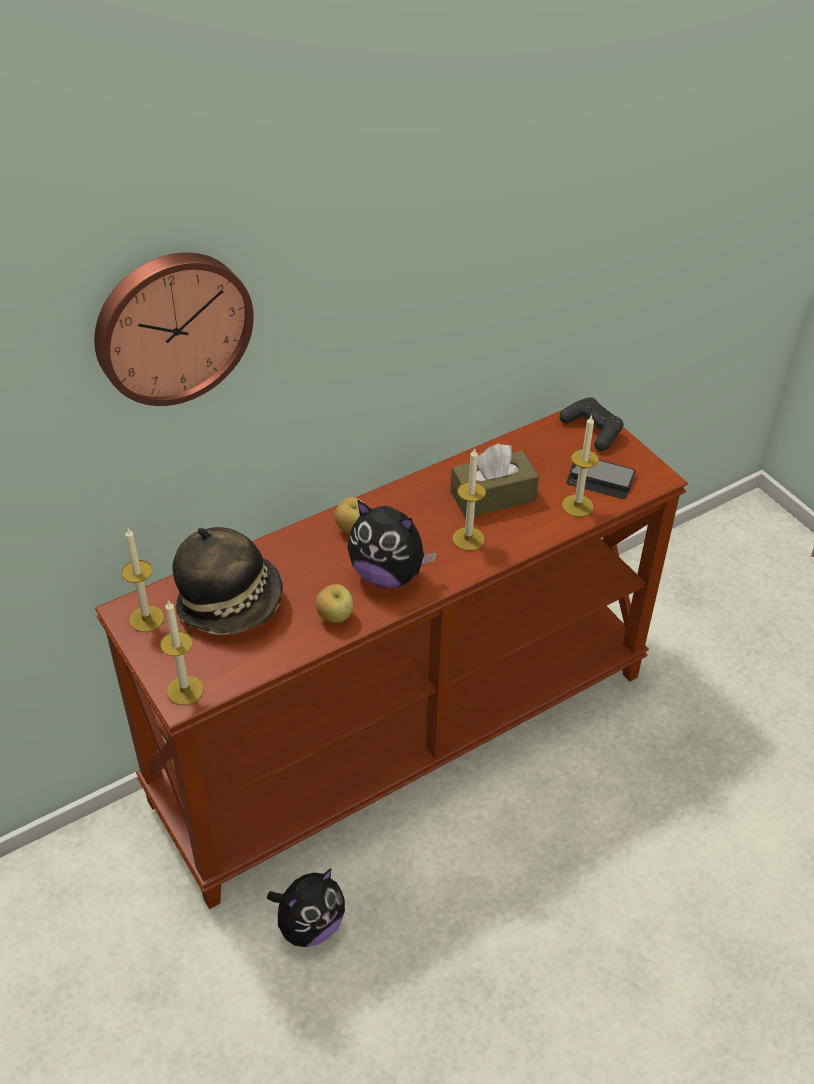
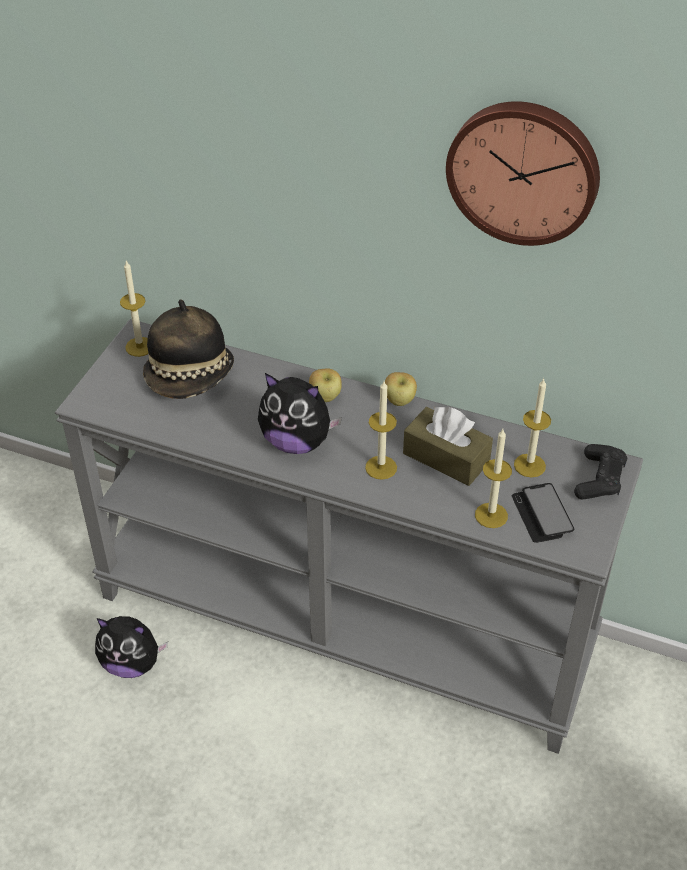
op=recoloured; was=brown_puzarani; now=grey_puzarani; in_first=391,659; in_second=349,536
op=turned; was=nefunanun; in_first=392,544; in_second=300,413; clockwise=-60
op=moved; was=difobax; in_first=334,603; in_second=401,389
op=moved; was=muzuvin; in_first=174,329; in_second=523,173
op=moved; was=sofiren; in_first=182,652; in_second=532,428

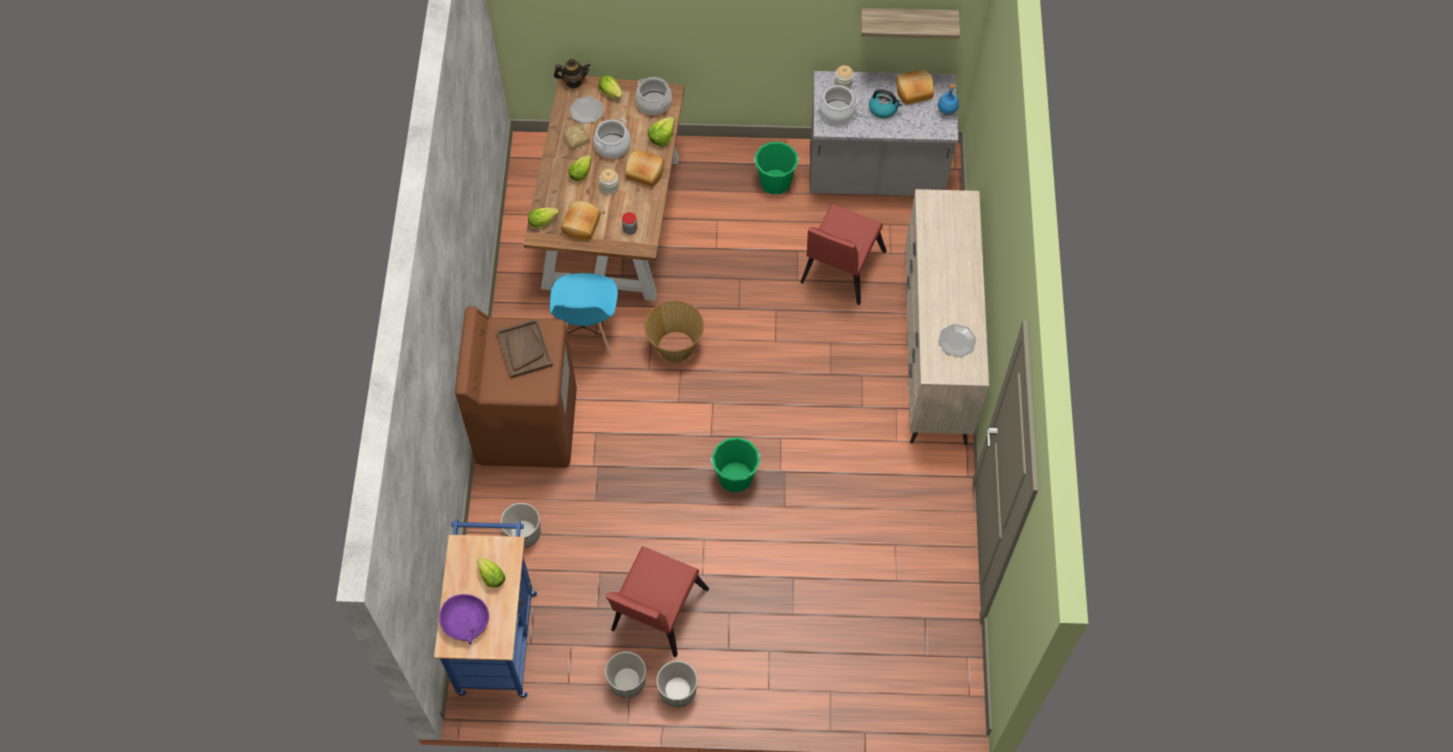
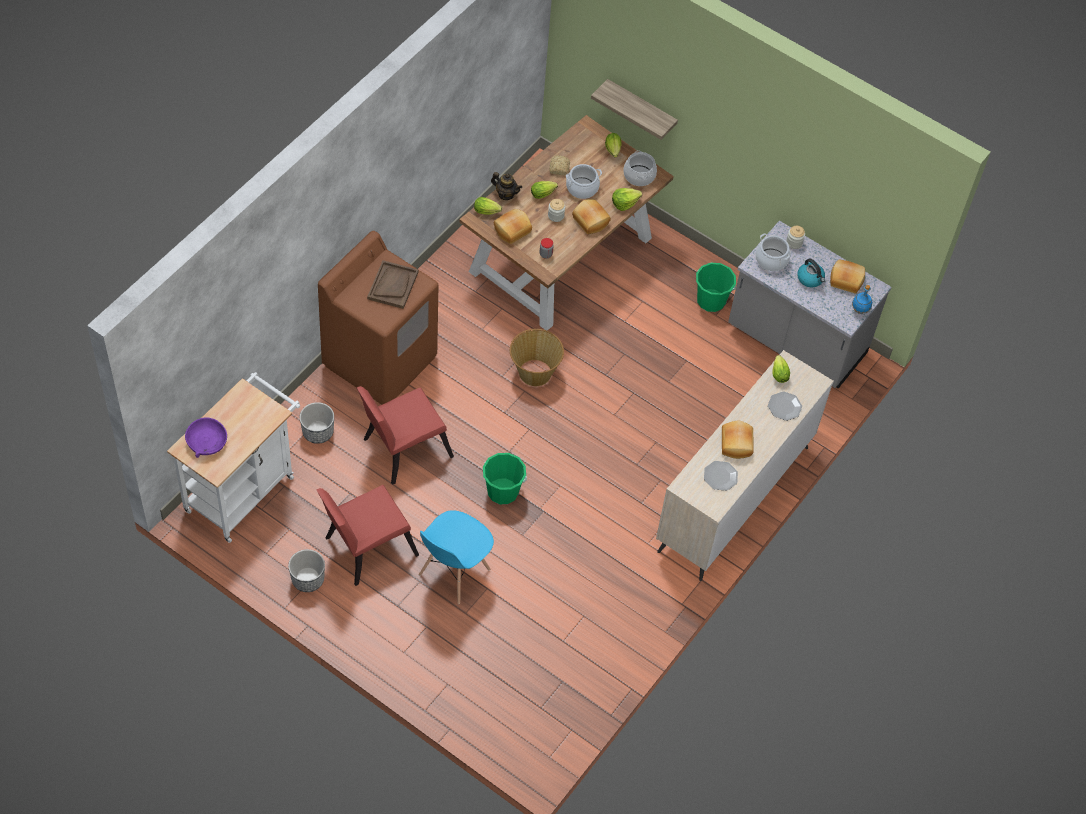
op=recoloured; was=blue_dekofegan; now=white_dekofegan; in_first=485,609; in_second=233,457
op=moved; was=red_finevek; in_first=843,254; in_second=405,435
op=moved; was=blue_finevek; in_first=584,315; in_second=456,557
op=moved; was=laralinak; in_first=572,73; in_second=506,186
op=moved; was=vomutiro; in_first=910,23; in_second=634,109
op=added; now=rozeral; in_second=738,440
op=moved; was=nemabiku; in_first=587,110; in_second=785,406
op=moved; was=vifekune; in_first=491,572; in_second=781,369
op=removed; was=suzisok; in_first=677,684

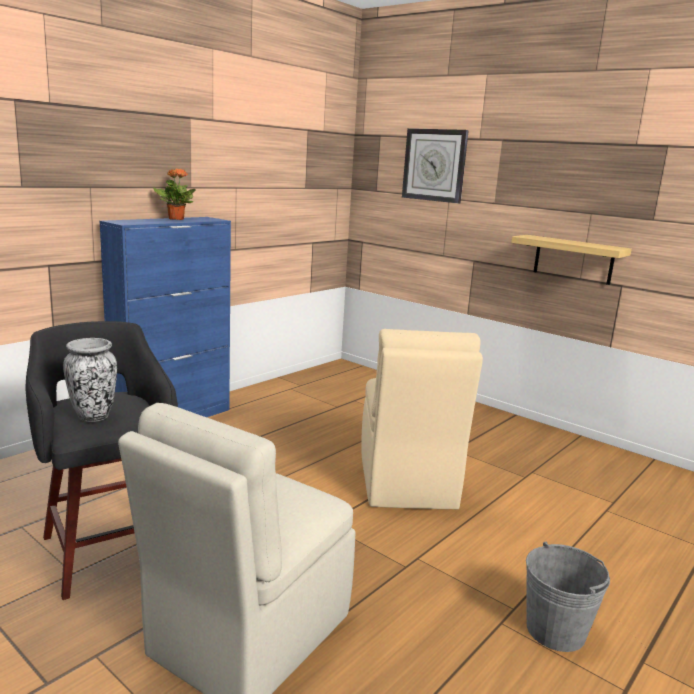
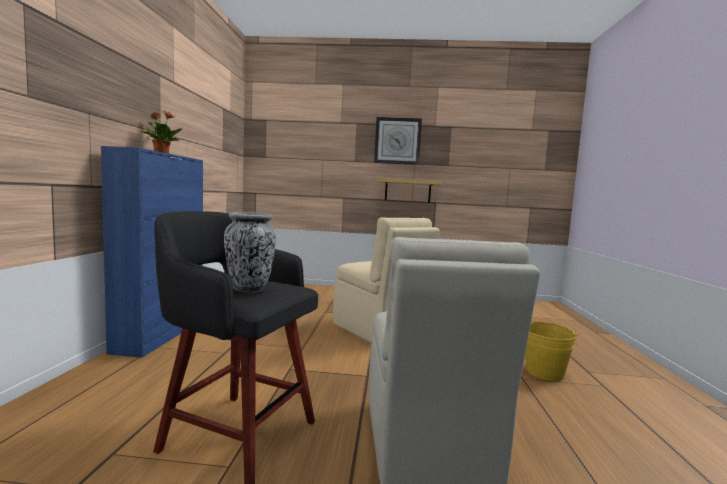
op=moved; was=muzuvin; in_first=435,166; in_second=398,141
op=recoloured; was=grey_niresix; now=yellow_niresix; in_first=568,597; in_second=551,351

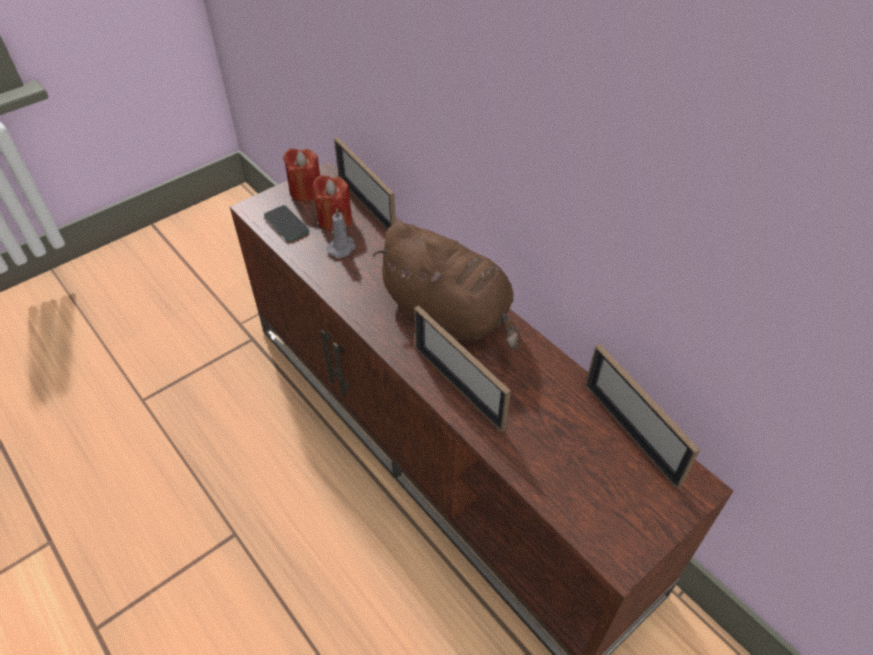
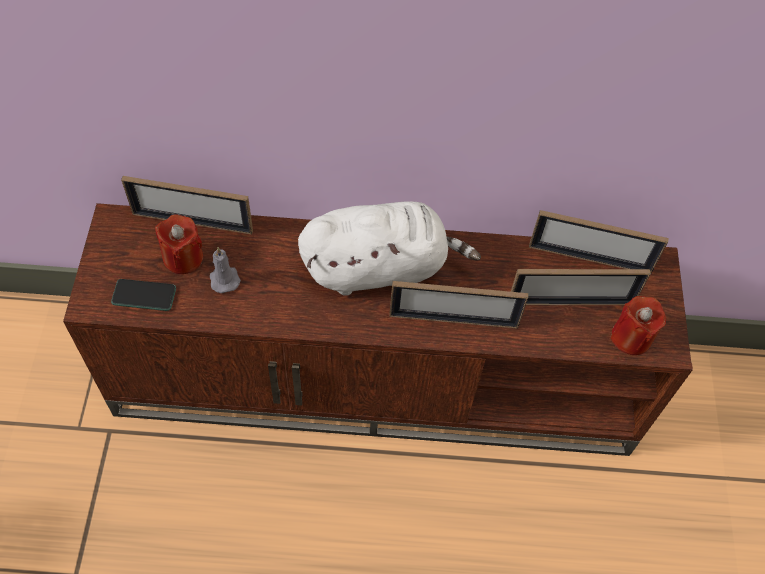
op=recoloured; was=brown_nefunanun; now=white_nefunanun; in_first=445,286; in_second=389,248
op=added; now=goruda; in_second=581,287
op=moved; was=red_sofiren; in_first=301,175; in_second=638,325

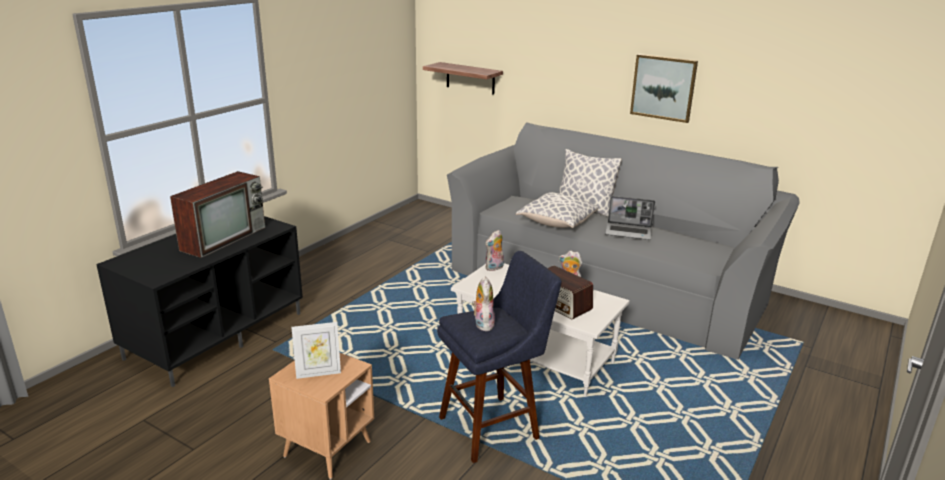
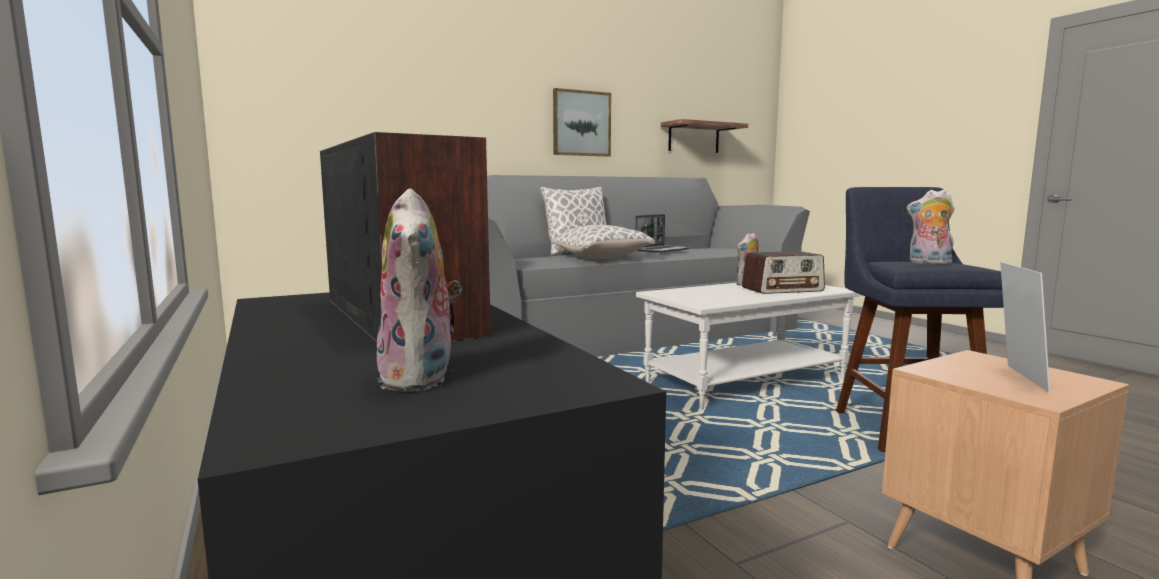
op=moved; was=nefunanun; in_first=494,250; in_second=419,290
op=moved; was=vomutiro; in_first=463,78; in_second=704,136

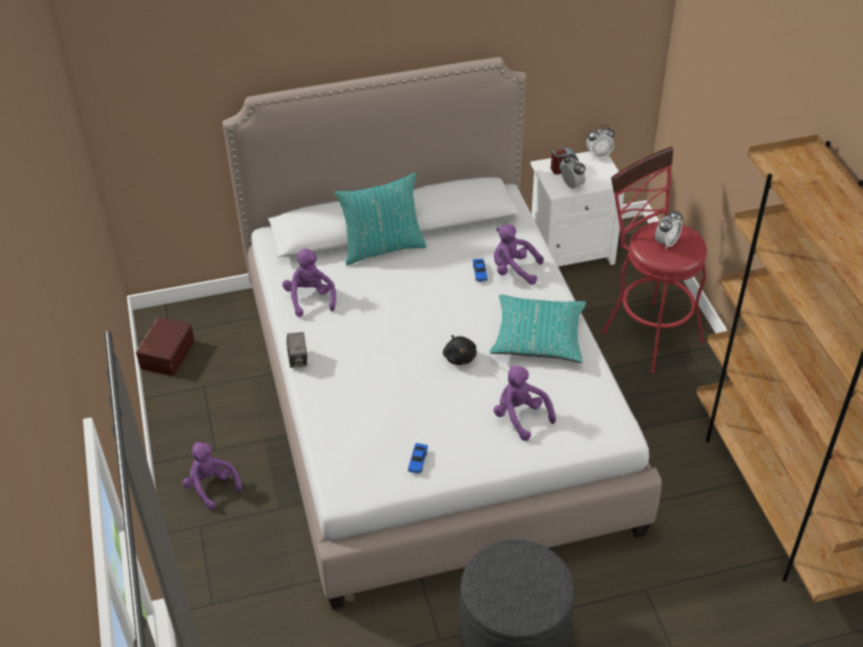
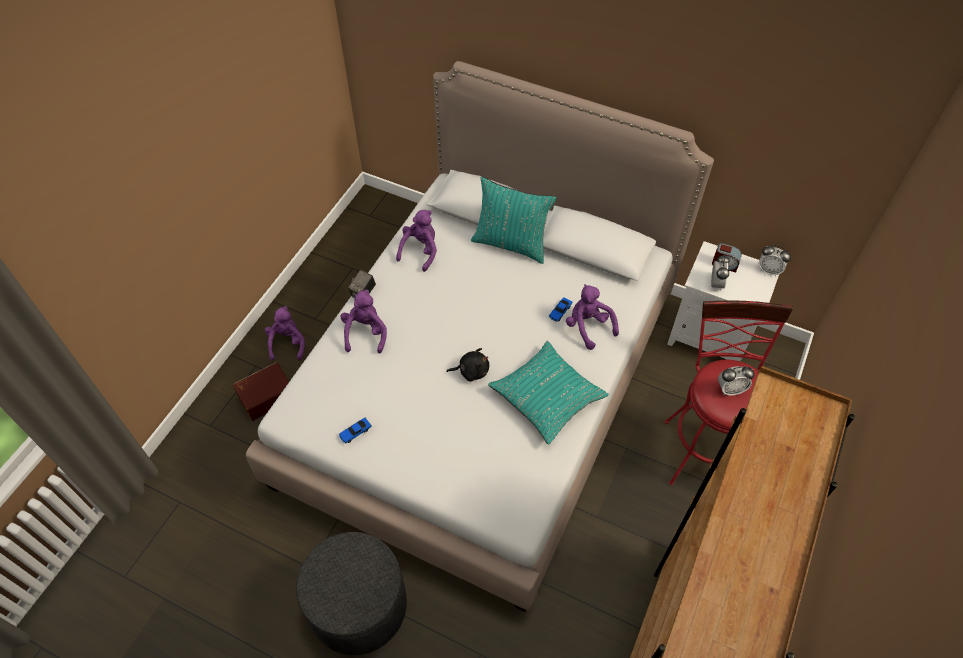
op=moved; was=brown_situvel; in_first=165,346; in_second=261,391
op=moved; was=purple_nefunanun; in_first=525,403; in_second=363,321
op=turned; was=black_nefunanun; in_first=460,350; in_second=468,365; clockwise=-120

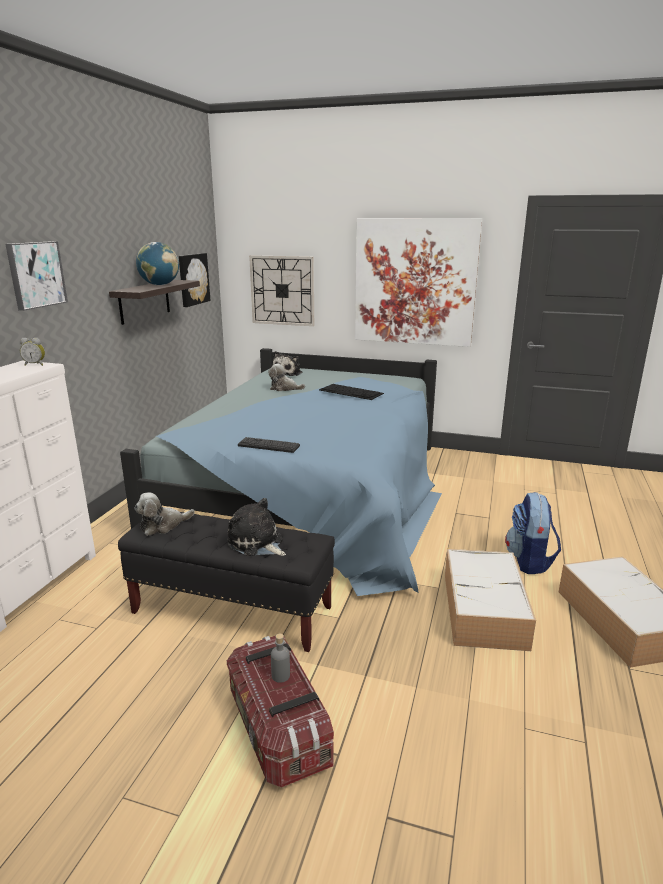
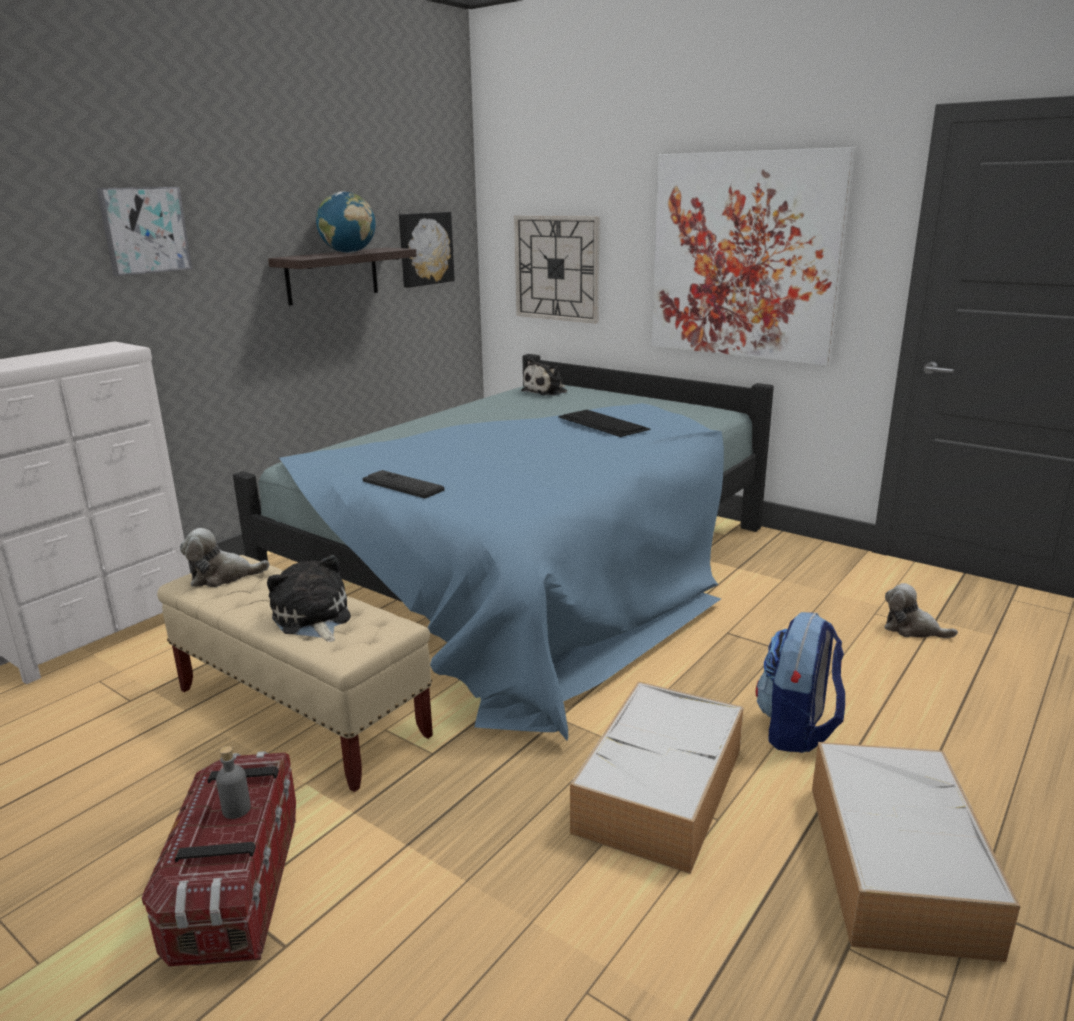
op=recoloured; was=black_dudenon; now=beige_dudenon; in_first=226,582; in_second=295,673
op=moved; was=nefunanun; in_first=286,377; in_second=921,610
op=removed; was=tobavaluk; in_first=32,352

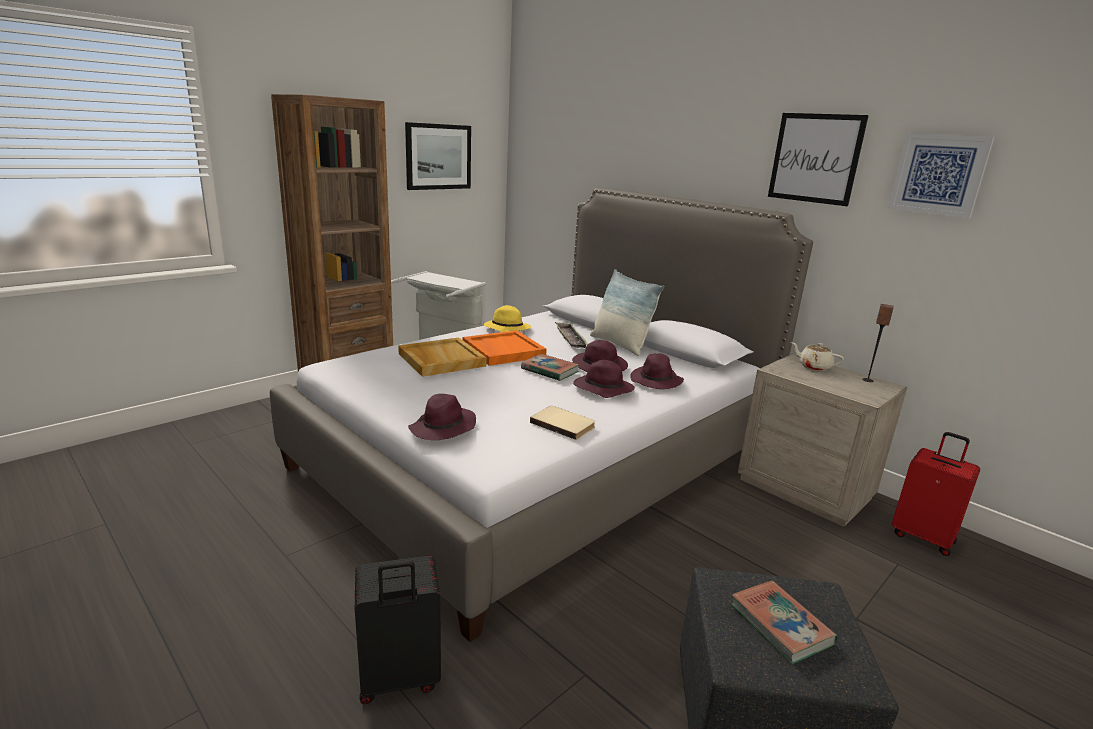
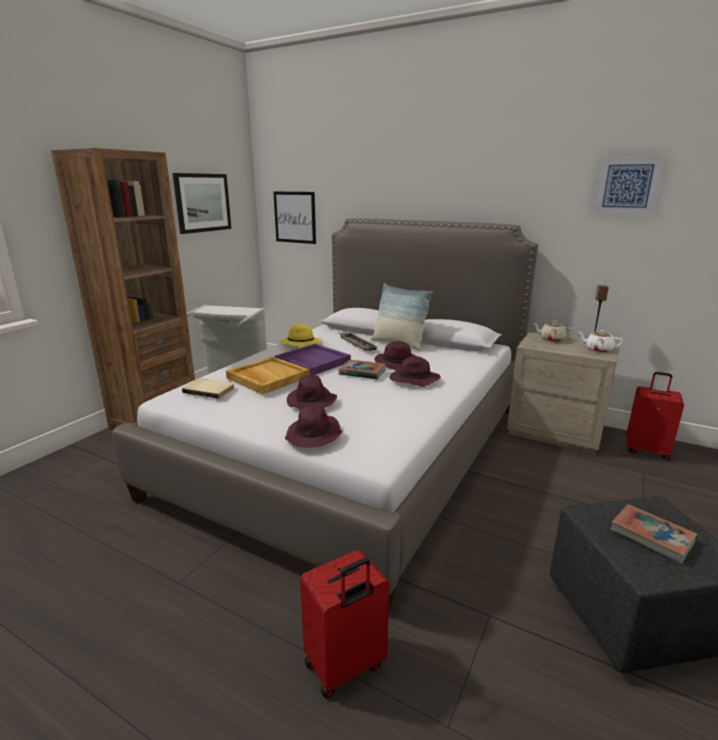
op=moved; was=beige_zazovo; in_first=562,423; in_second=208,388
op=moved; was=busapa; in_first=818,159; in_second=295,217
op=recoloured; was=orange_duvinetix; now=purple_duvinetix; in_first=505,348; in_second=313,359
op=moved; was=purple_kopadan; in_first=657,371; in_second=312,392
op=recoloured; was=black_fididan; now=red_fididan; in_first=398,630; in_second=344,624
op=added; now=white_laralinak; in_second=600,341

